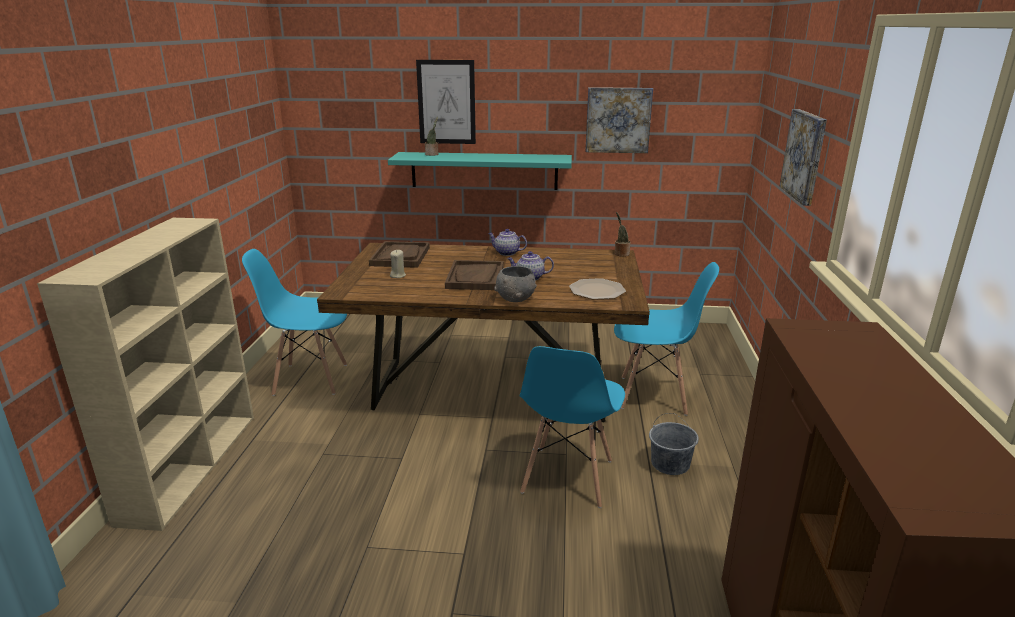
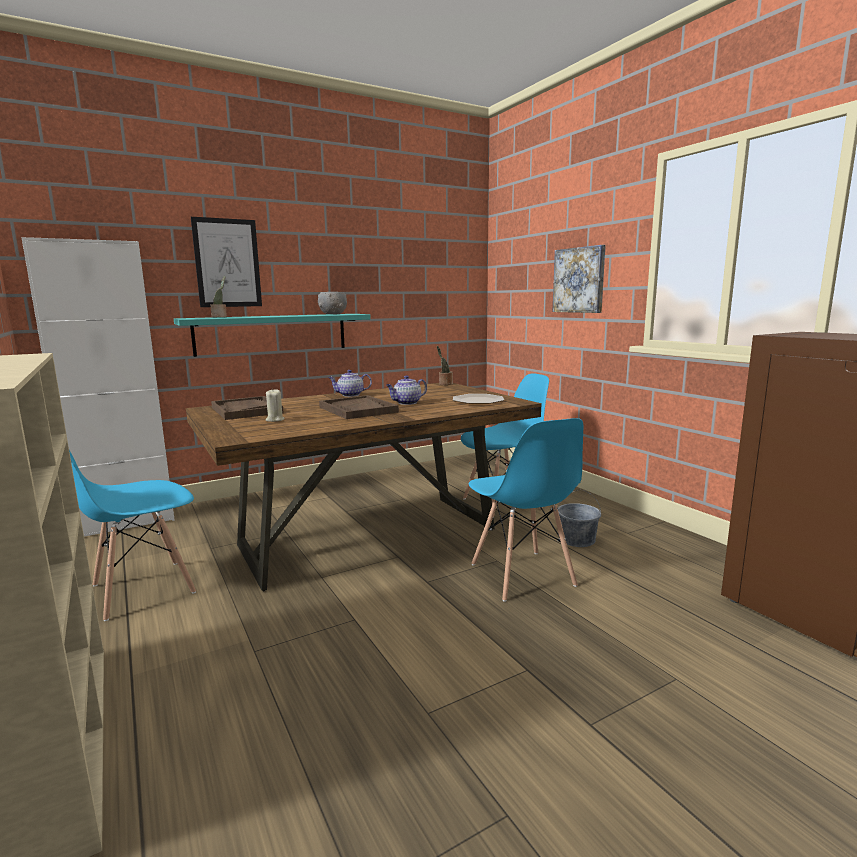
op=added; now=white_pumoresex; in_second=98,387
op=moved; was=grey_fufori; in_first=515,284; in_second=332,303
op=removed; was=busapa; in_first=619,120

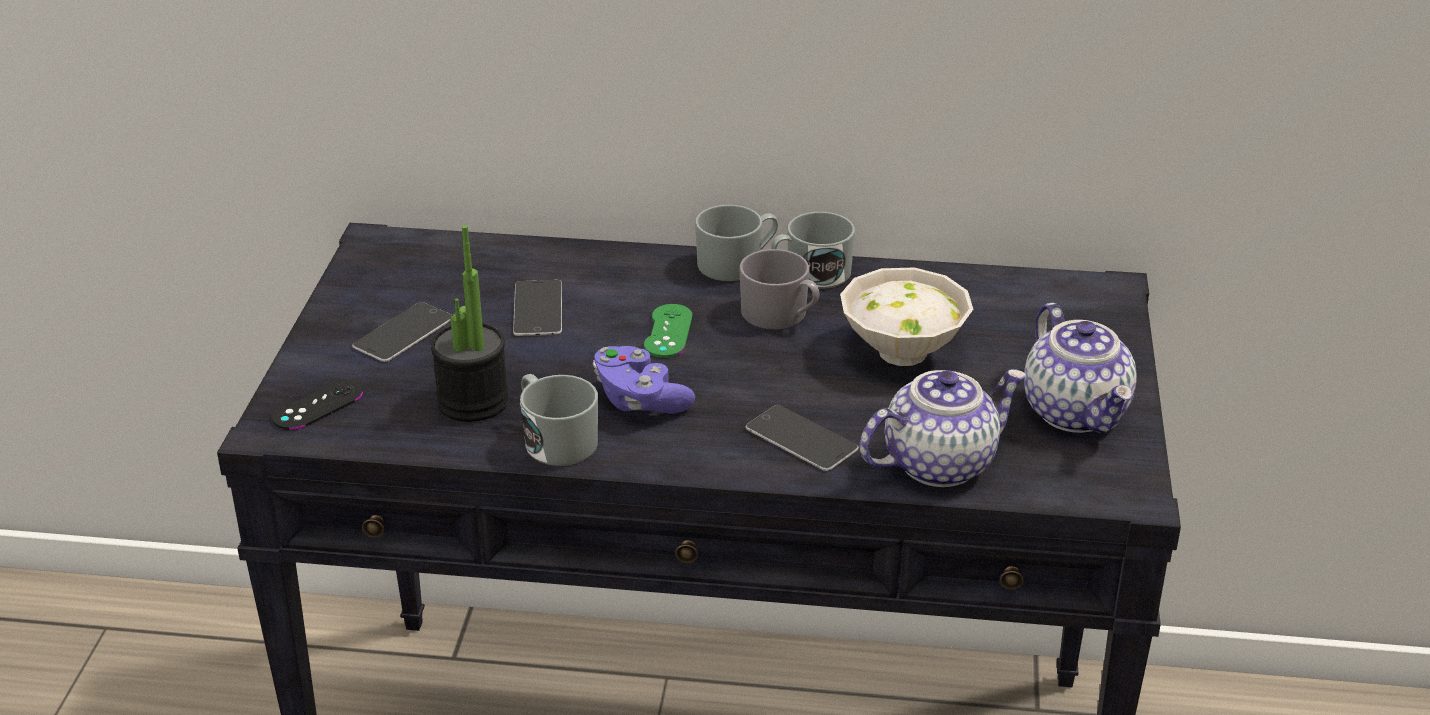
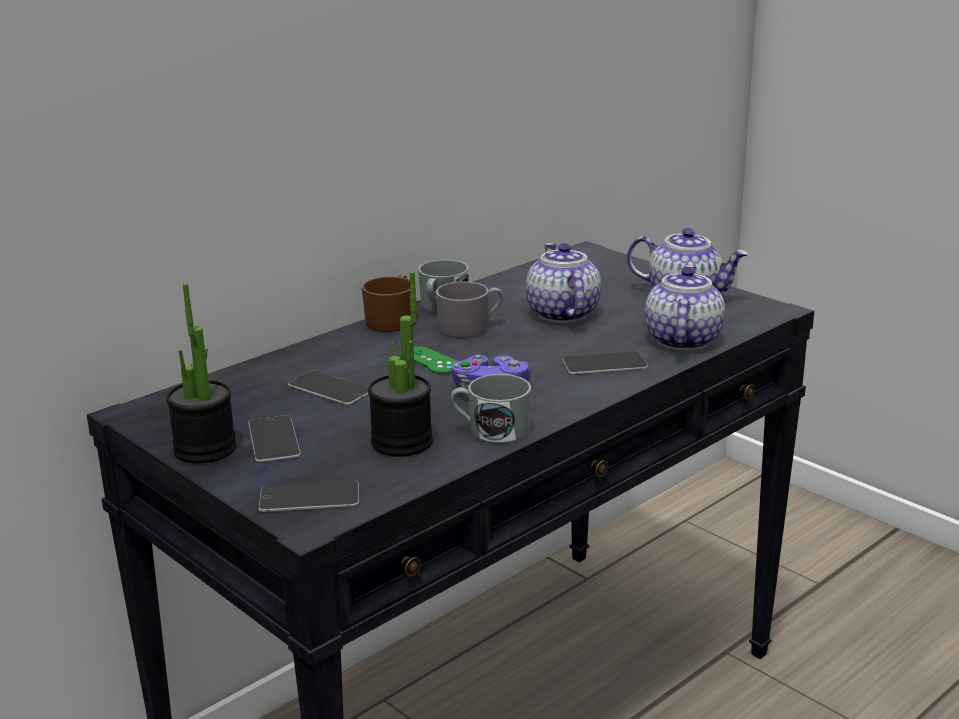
op=added; now=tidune; in_second=201,373
op=replaced; was=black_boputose; now=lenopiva; in_first=317,404; in_second=309,496
op=recoloured; was=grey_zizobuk; now=brown_zizobuk; in_first=736,243; in_second=386,303
op=replaced; was=white_fufori; now=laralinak; in_first=906,316; in_second=563,283

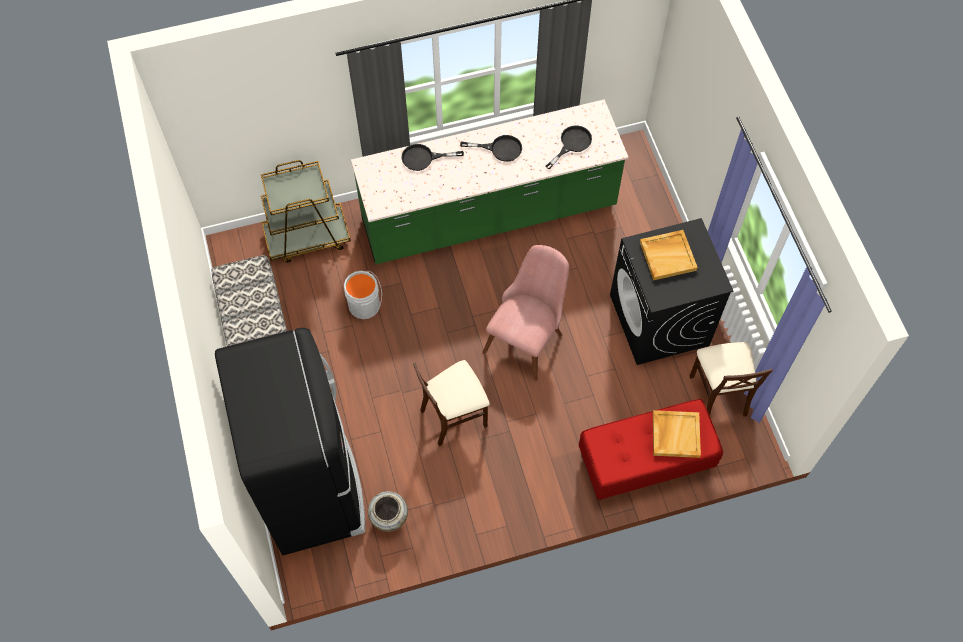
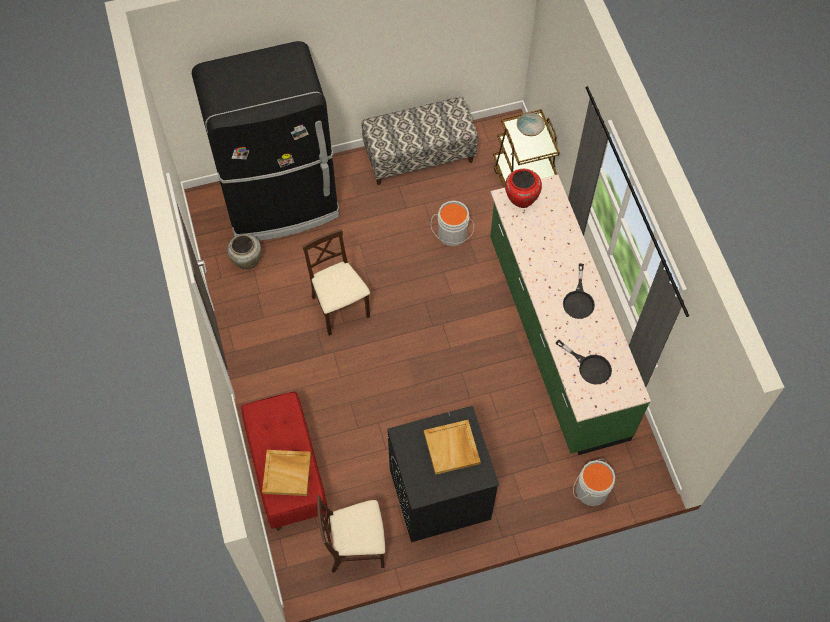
op=added; now=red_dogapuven; in_second=523,188
op=added; now=fufori; in_second=531,124
op=added; now=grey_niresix; in_second=594,482
op=removed; was=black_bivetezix; in_first=432,157
op=removed; was=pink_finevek; in_first=525,313

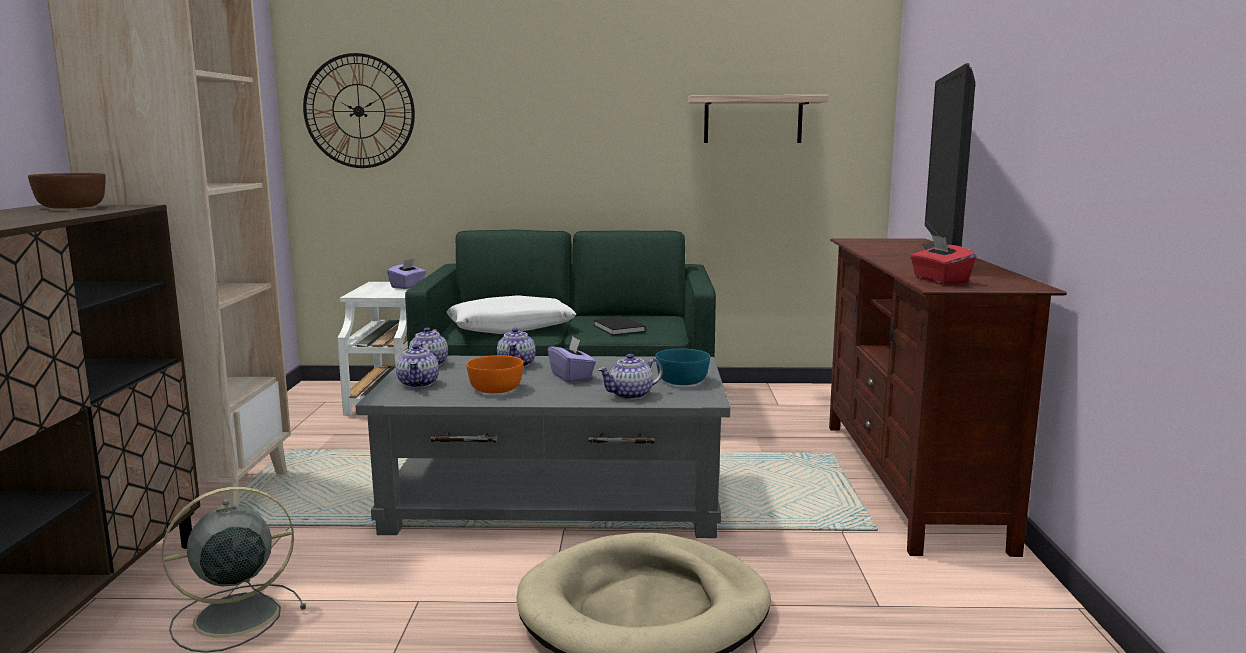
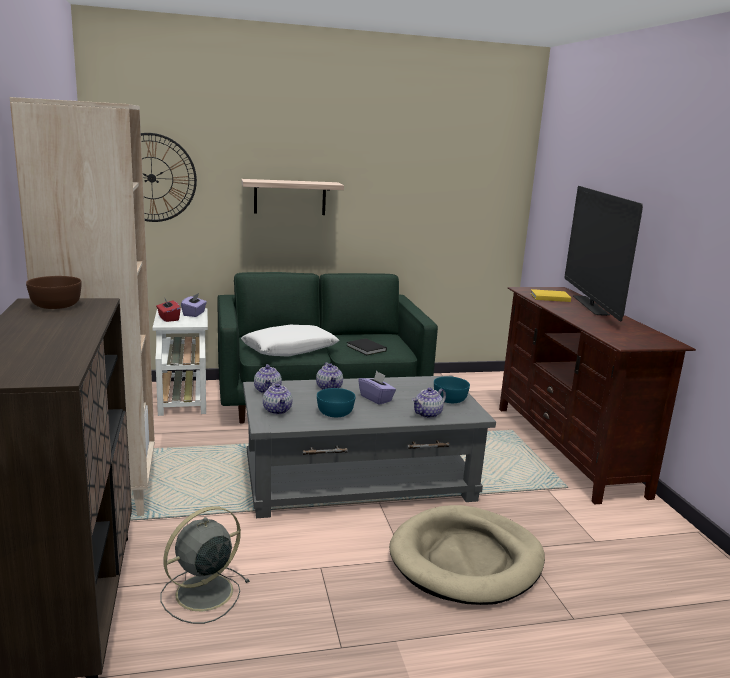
op=moved; was=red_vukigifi; in_first=943,259; in_second=168,310
op=moved; was=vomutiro; in_first=758,119; in_second=292,197
op=recoloured; was=orange_fufori; now=turquoise_fufori; in_first=495,374; in_second=336,402
op=added; now=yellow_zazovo; in_second=550,295

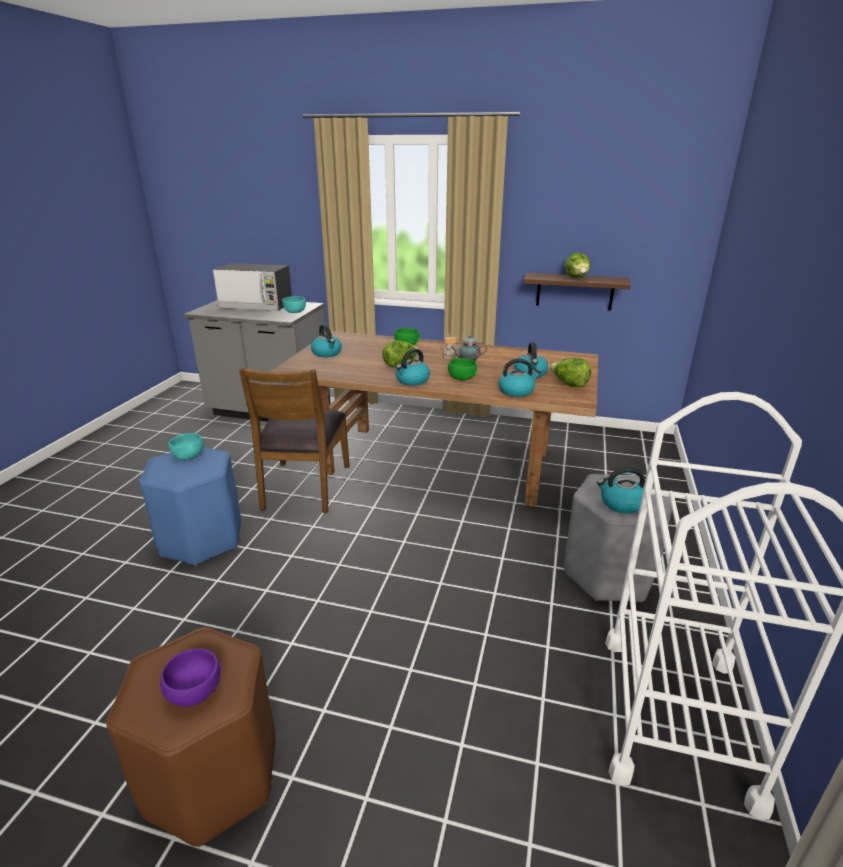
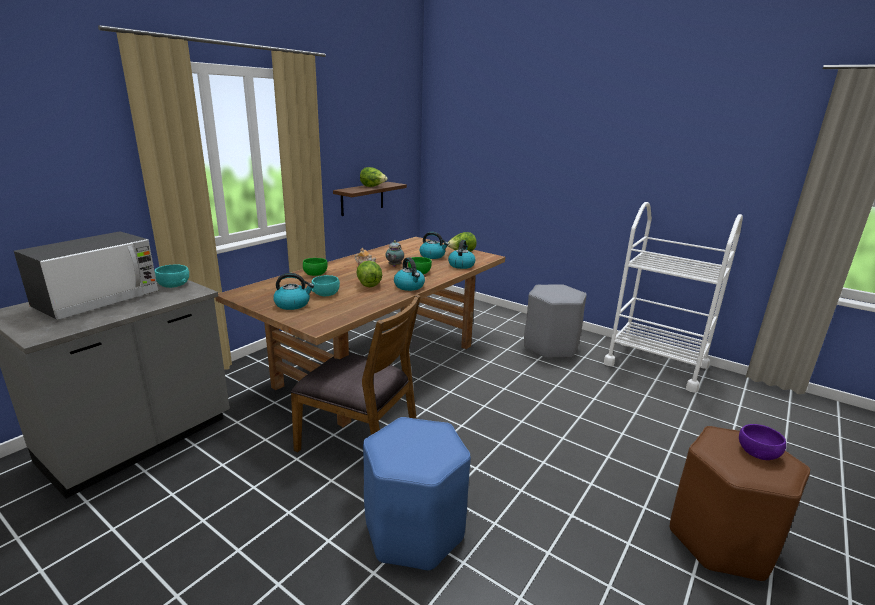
op=moved; was=turquoise_fufori; in_first=186,446; in_second=326,285
op=removed; was=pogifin; in_first=621,490

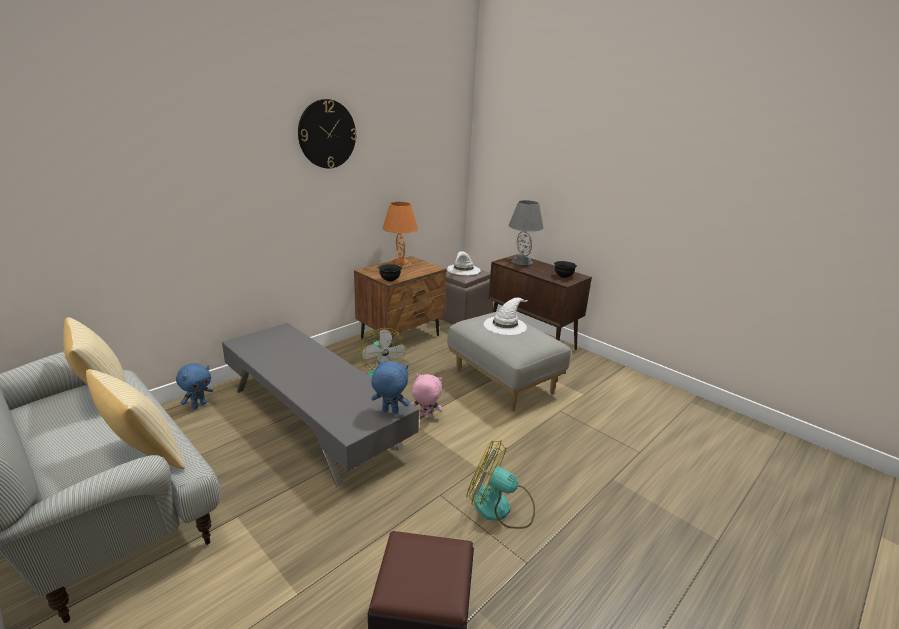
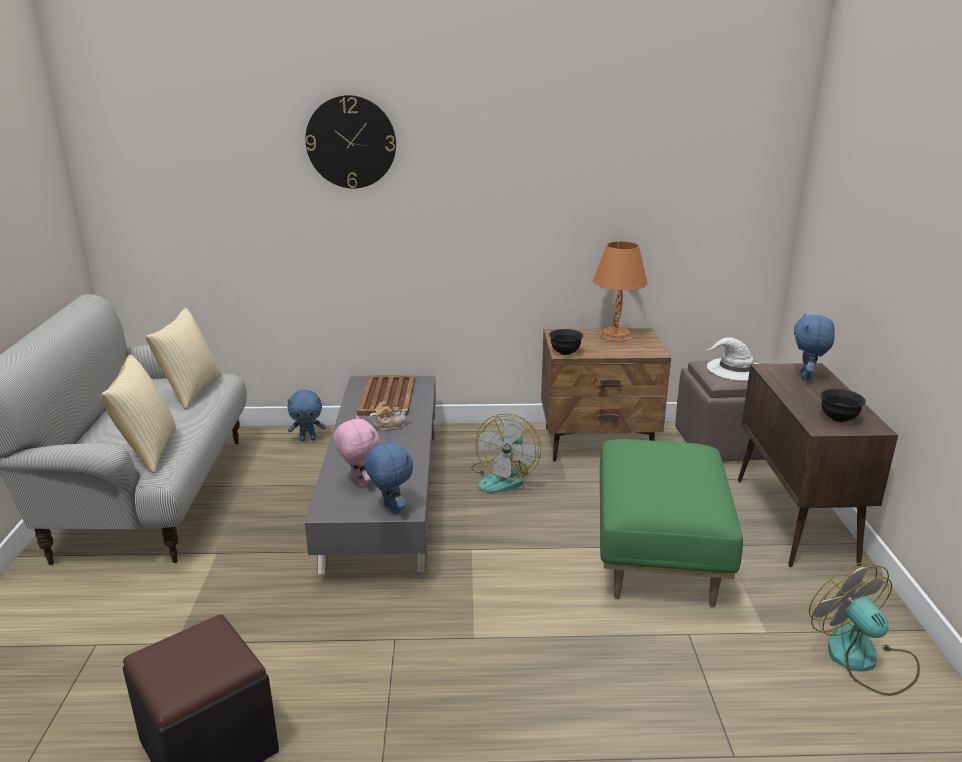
op=moved; was=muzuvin; in_first=327,133; in_second=350,141
op=moved; was=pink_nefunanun; in_first=426,396; in_second=356,451
op=added; now=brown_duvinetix; in_second=386,395
op=added; now=laralinak; in_second=388,416
op=recoloured; was=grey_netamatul; now=green_netamatul; in_first=509,361; in_second=671,523
op=replaced; was=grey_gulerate; now=blue_nefunanun; in_first=526,232; in_second=814,346
op=moved; was=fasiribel; in_first=500,484; in_second=864,629
op=removed; was=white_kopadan; in_first=506,316

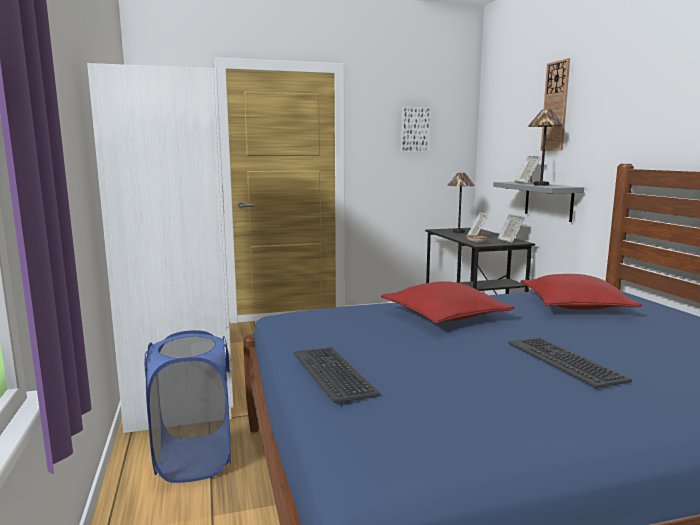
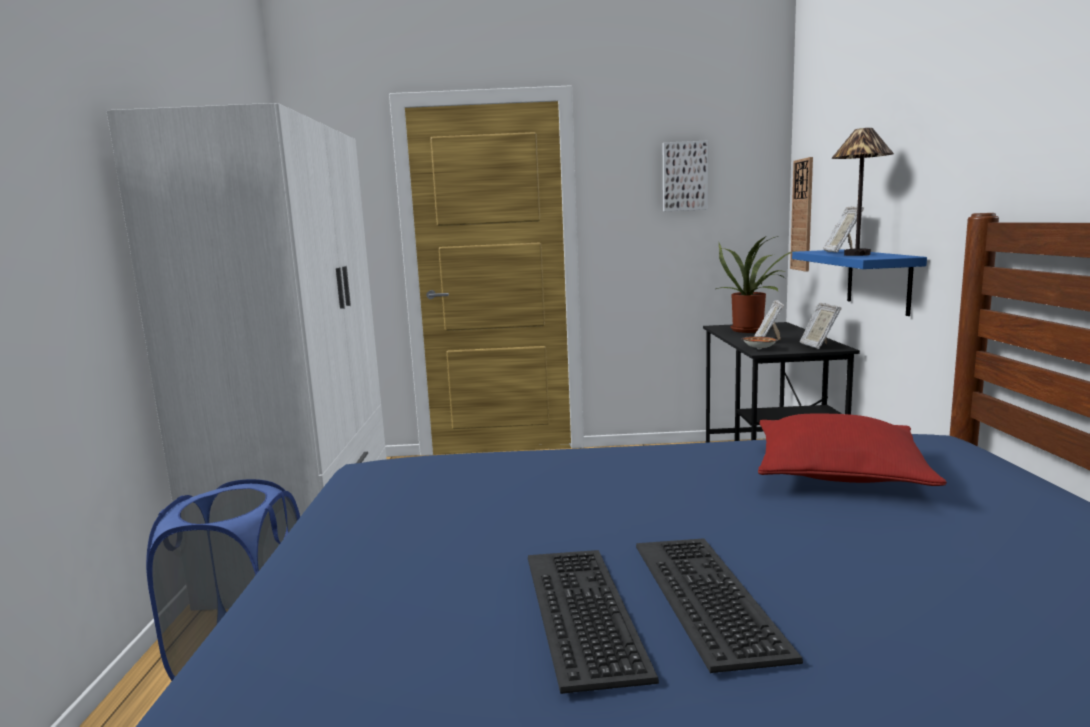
op=moved; was=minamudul; in_first=337,375; in_second=593,622
op=replaced; was=gulerate; now=tidune; in_first=461,203; in_second=755,284
op=moved; was=muzuvin; in_first=555,104; in_second=801,214
op=recoloured; was=grey_vomutiro; now=blue_vomutiro; in_first=538,202; in_second=859,282
op=removed; was=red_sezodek; in_first=448,302

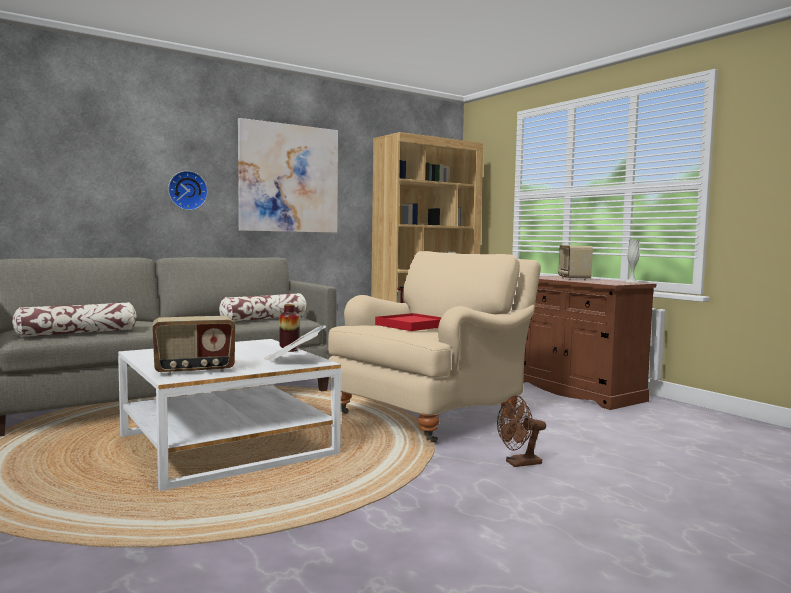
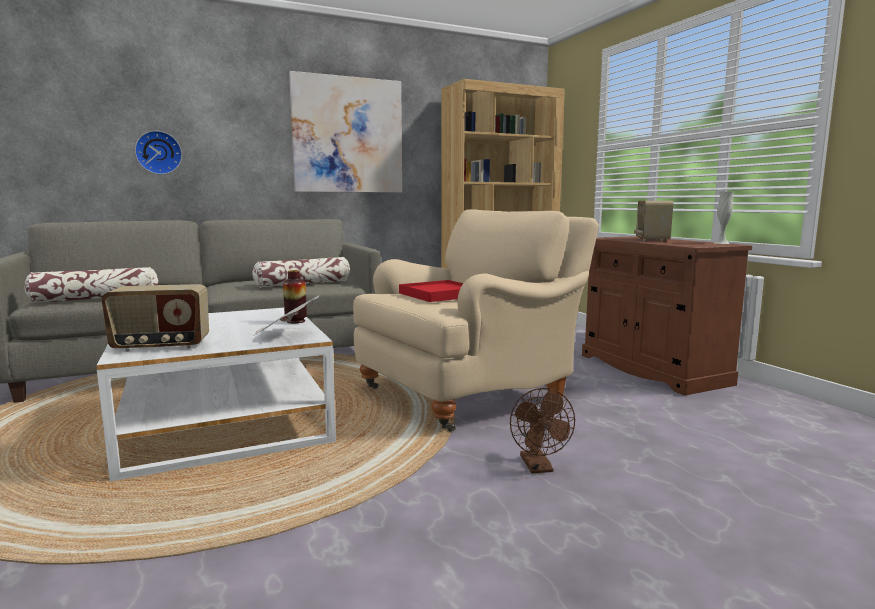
op=moved; was=muzuvin; in_first=188,190; in_second=158,153
op=turned; was=brown_fasiribel; in_first=521,431; in_second=542,430; clockwise=-90

